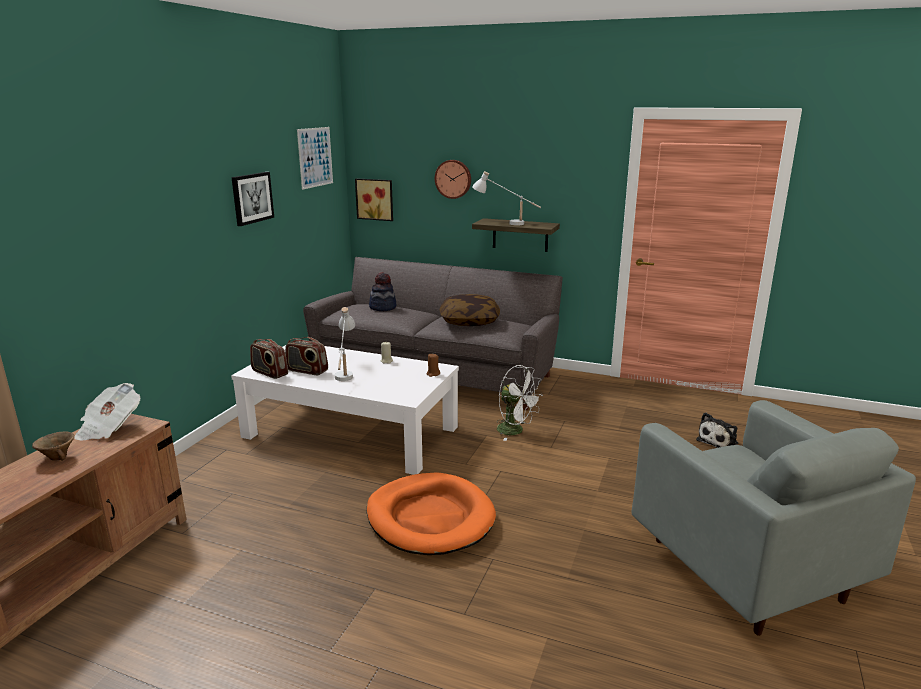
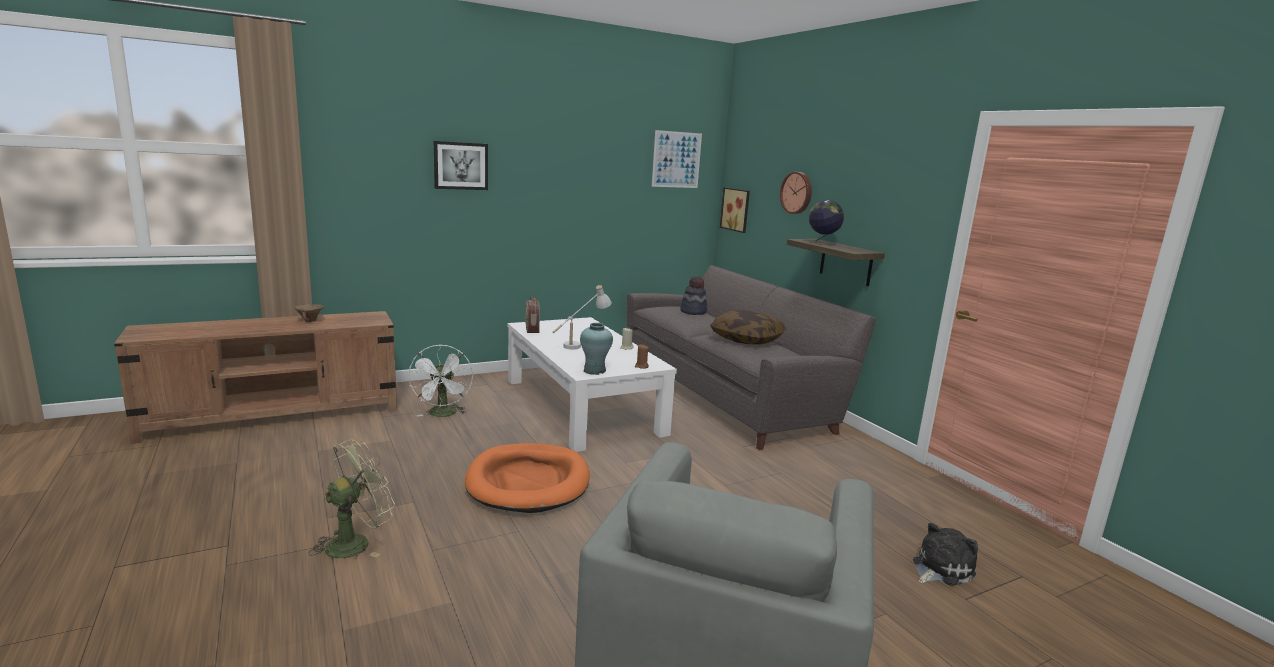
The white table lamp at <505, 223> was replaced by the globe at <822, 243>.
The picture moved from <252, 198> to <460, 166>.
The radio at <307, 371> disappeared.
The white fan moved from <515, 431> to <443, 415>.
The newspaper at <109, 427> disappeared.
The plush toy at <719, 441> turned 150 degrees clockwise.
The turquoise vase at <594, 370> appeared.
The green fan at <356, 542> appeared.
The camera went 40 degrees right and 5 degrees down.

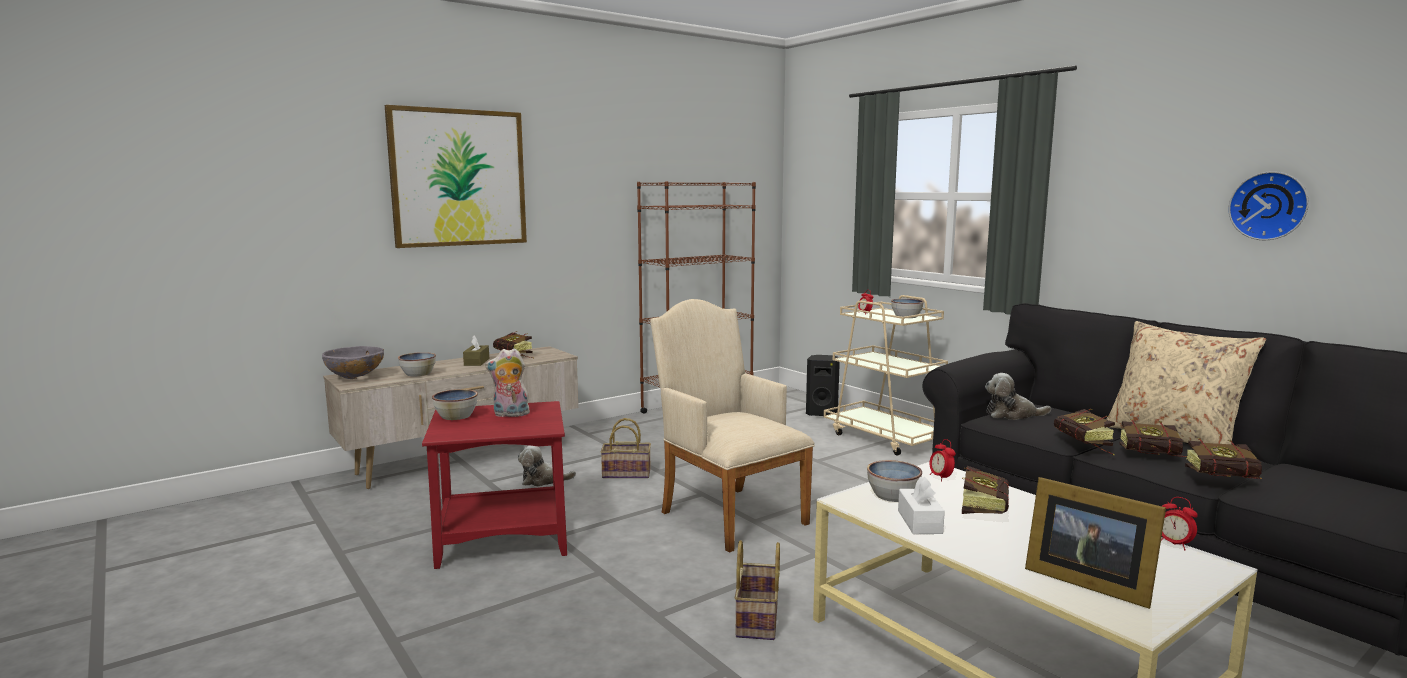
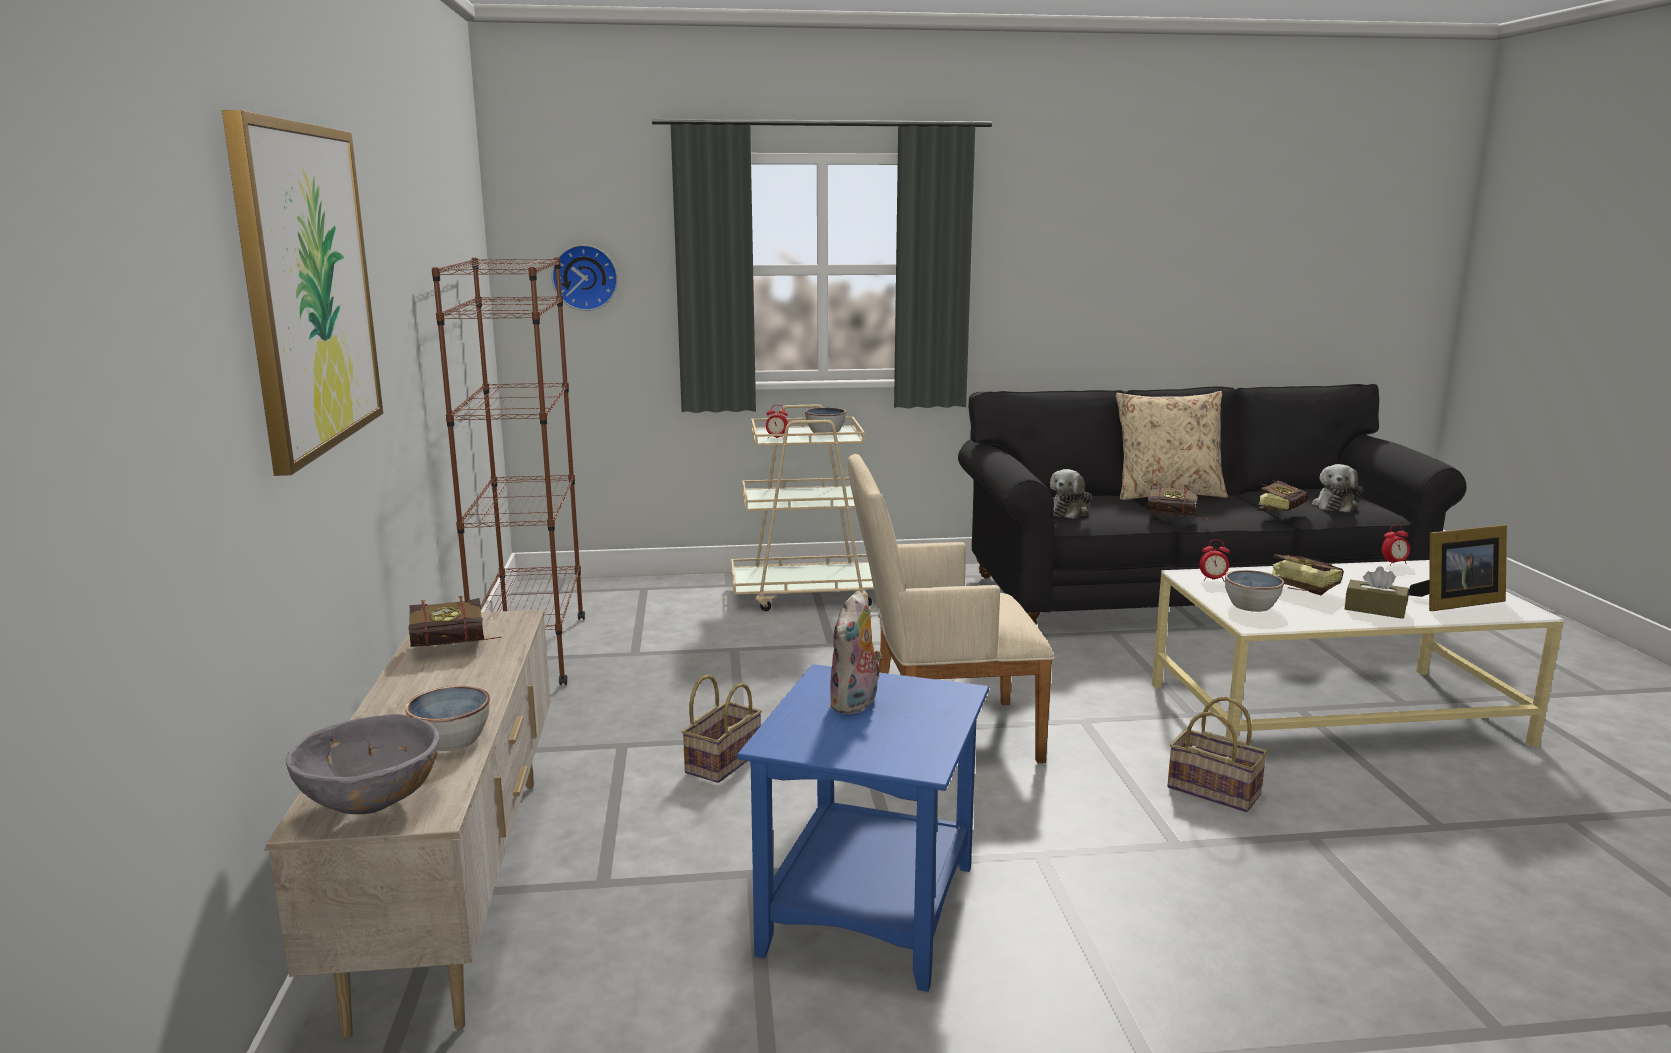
The wall clock moved from <1269, 206> to <585, 277>.
The brown tissue box moved from <476, 362> to <1375, 609>.
The black speaker at <822, 413> disappeared.
The bowl at <456, 416> disappeared.
The red side table at <503, 538> became the blue side table at <866, 908>.
The book at <1155, 457> disappeared.
The plush toy moved from <543, 480> to <1335, 505>.
The white tissue box at <919, 522> disappeared.
The camera went 60 degrees left and 5 degrees up.

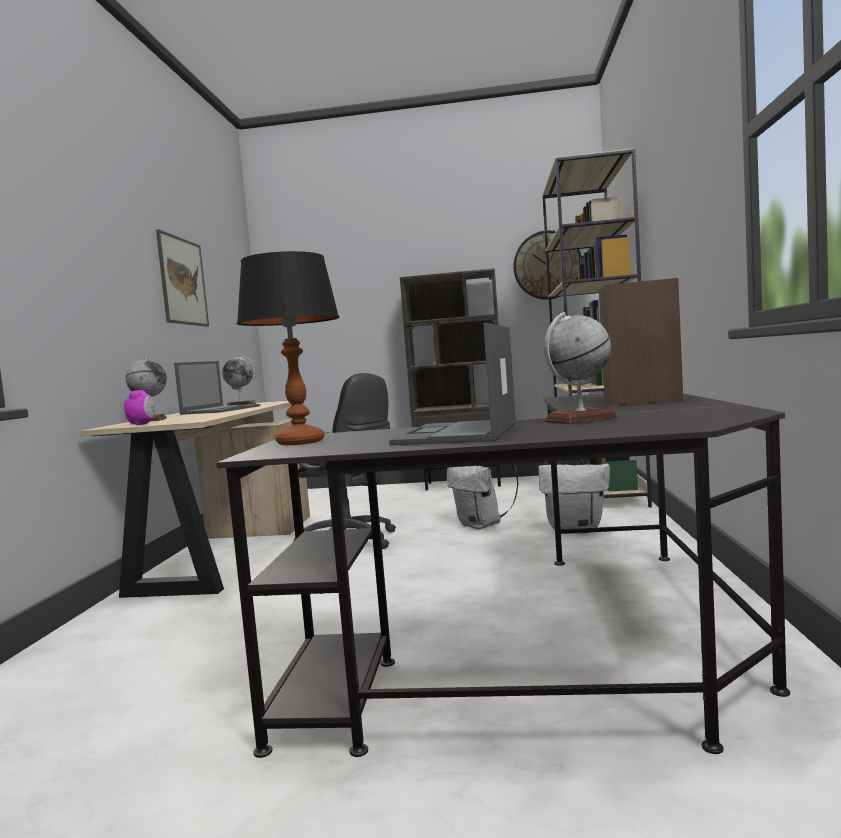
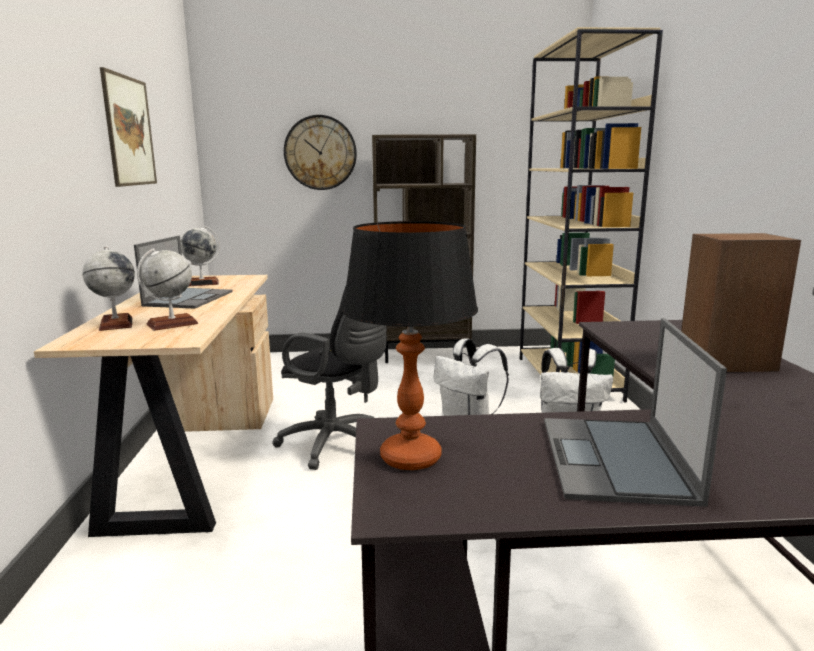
The wall clock moved from <547, 265> to <320, 153>.
The globe moved from <580, 419> to <172, 324>.
The alarm clock at <142, 424> disappeared.
The camera went 10 degrees left and 10 degrees up.

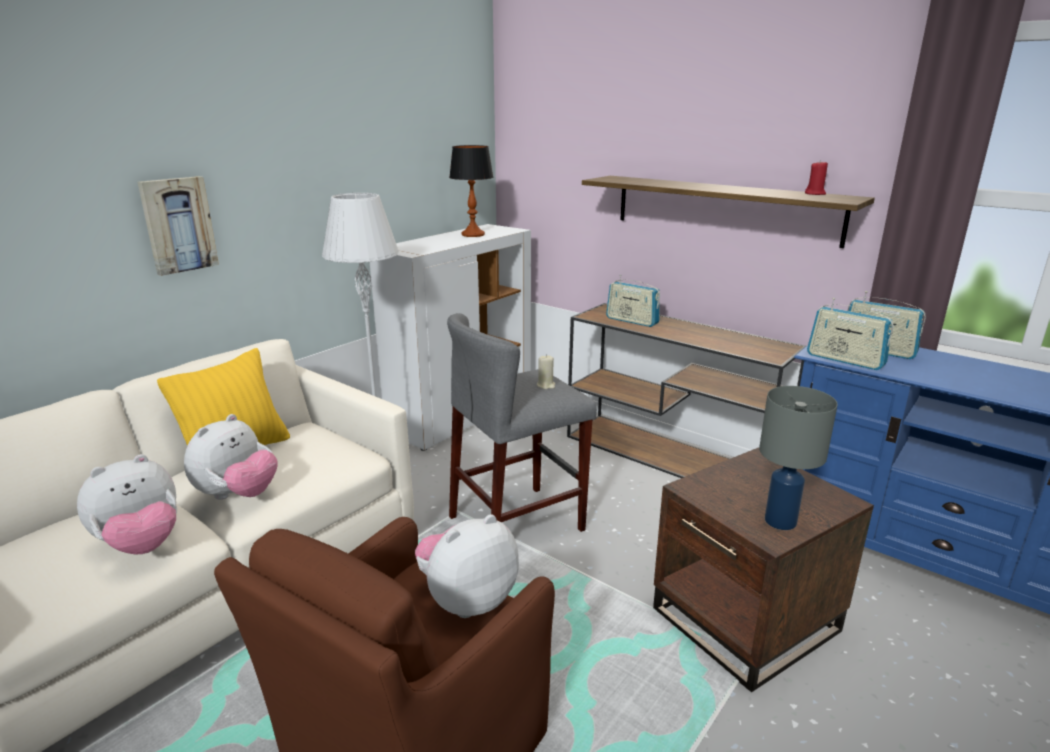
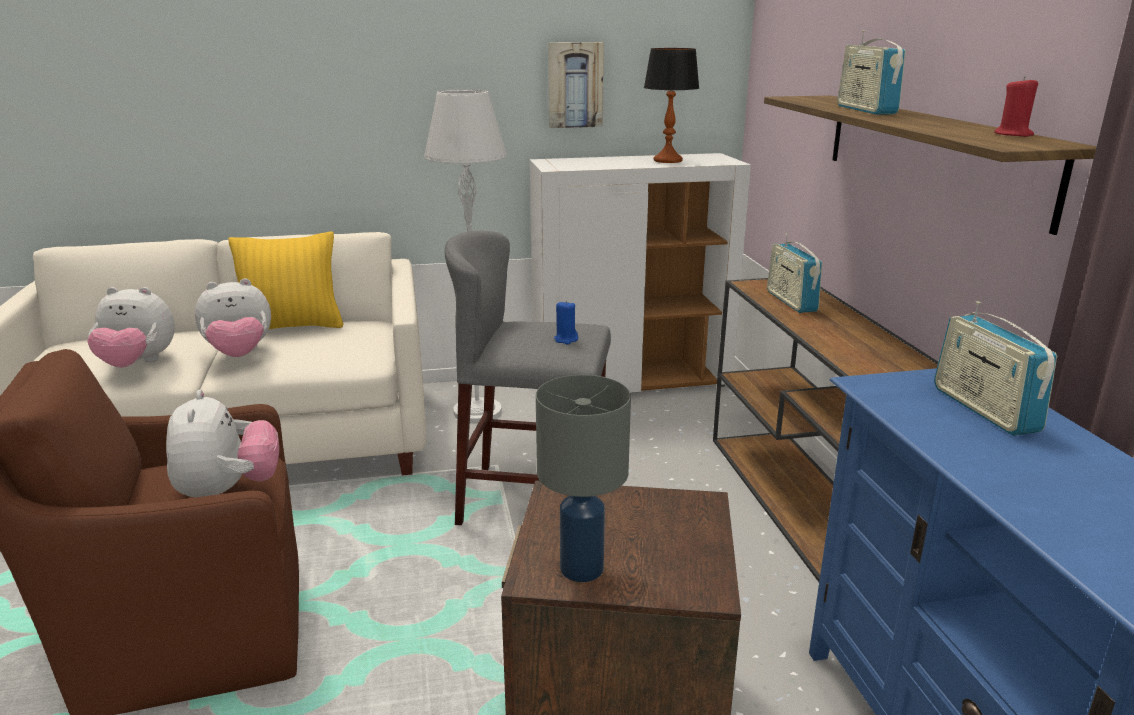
The picture moved from <178, 225> to <575, 85>.
The radio moved from <845, 360> to <866, 110>.
The beige candle at <546, 385> became the blue candle at <566, 339>.
The plush toy at <467, 599> turned 75 degrees clockwise.
The camera went 40 degrees right and 0 degrees up.

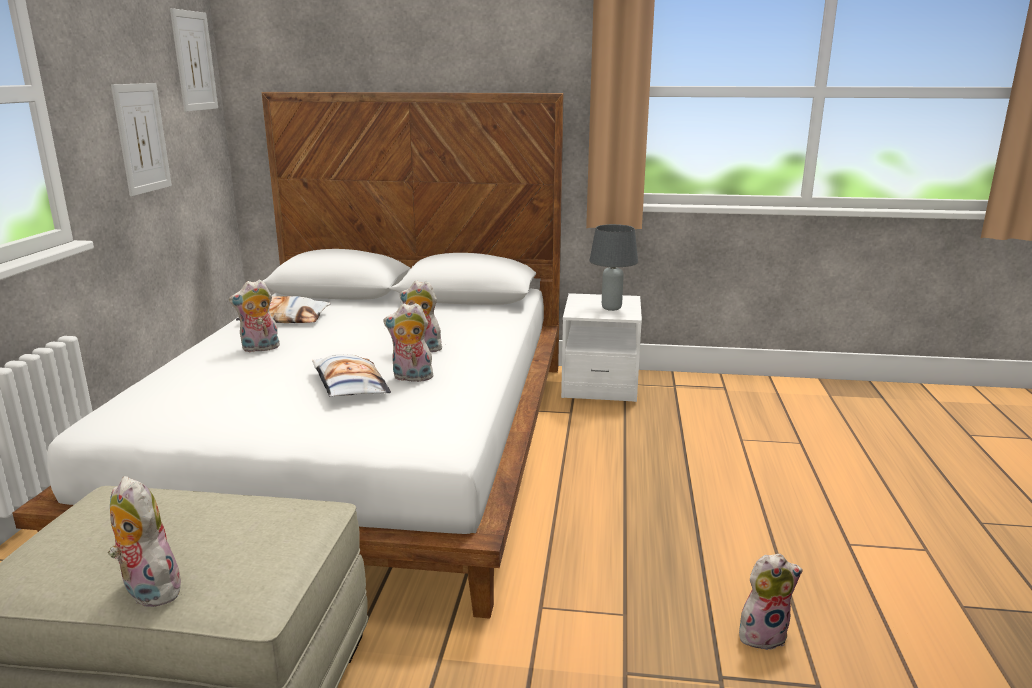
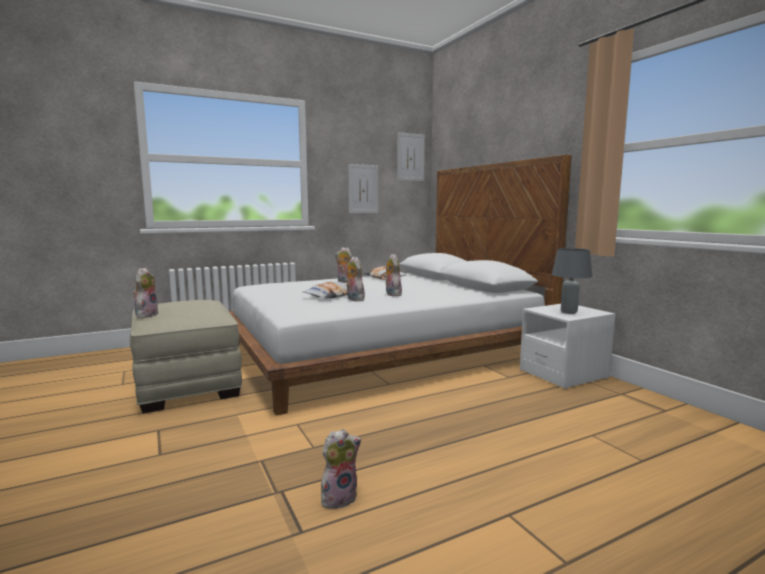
The plush toy at <762, 634> turned 75 degrees counterclockwise.
The camera went 55 degrees right and 10 degrees down.

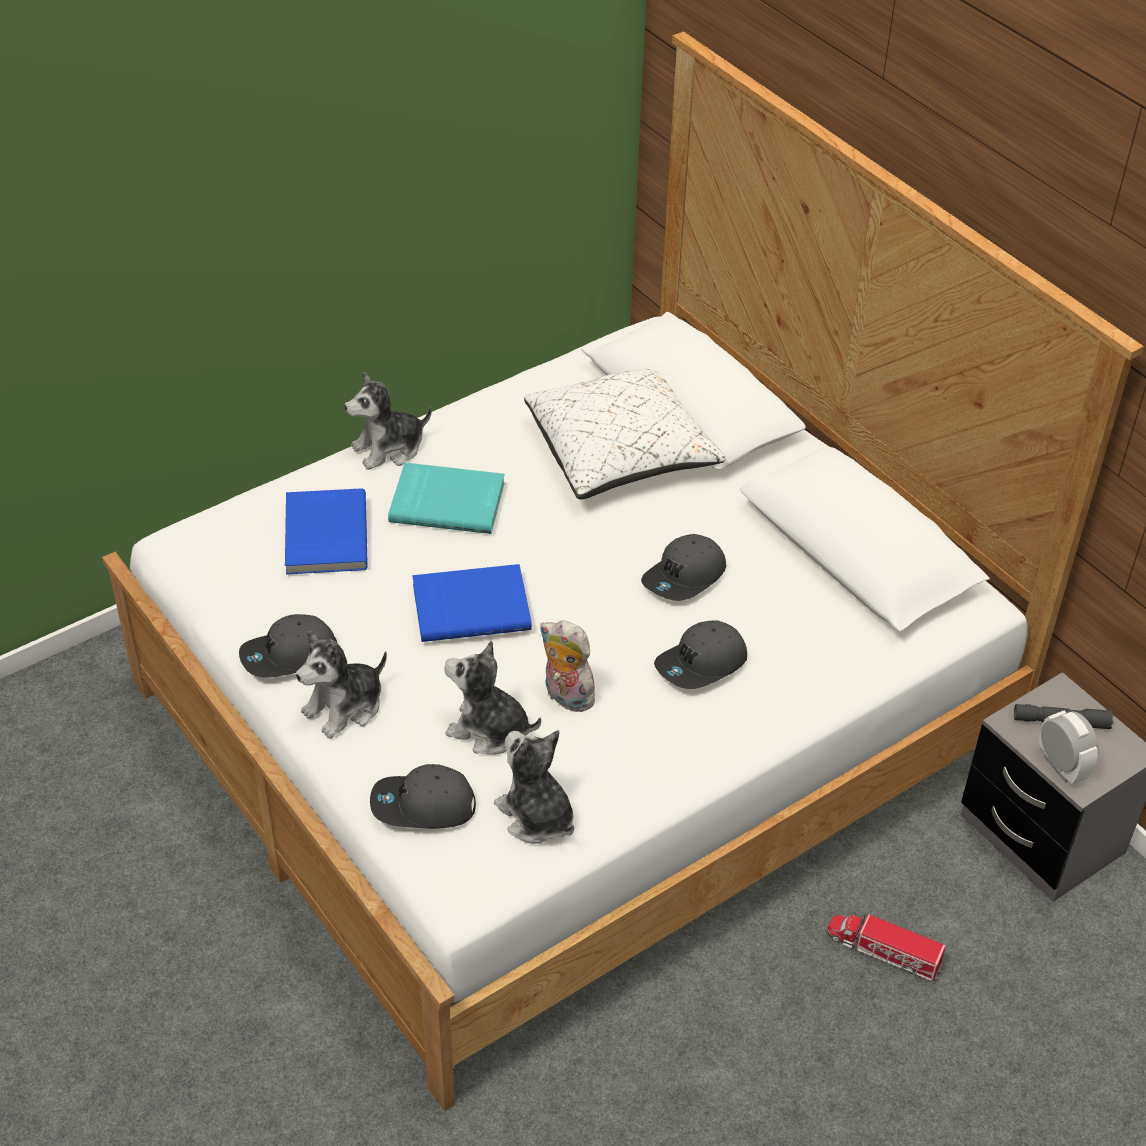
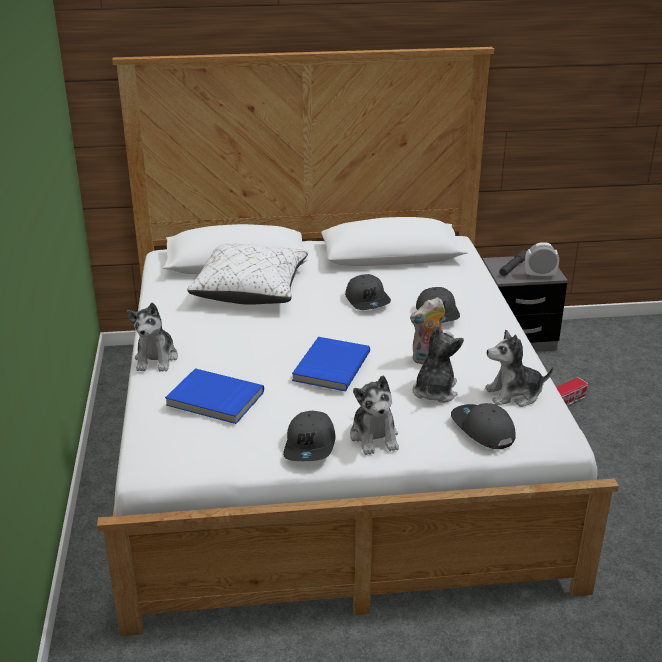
The turquoise book at <447, 501> disappeared.
The plush toy at <489, 730> turned 150 degrees clockwise.
The grey cap at <422, 806> turned 120 degrees clockwise.
The camera went 60 degrees left and 15 degrees down.

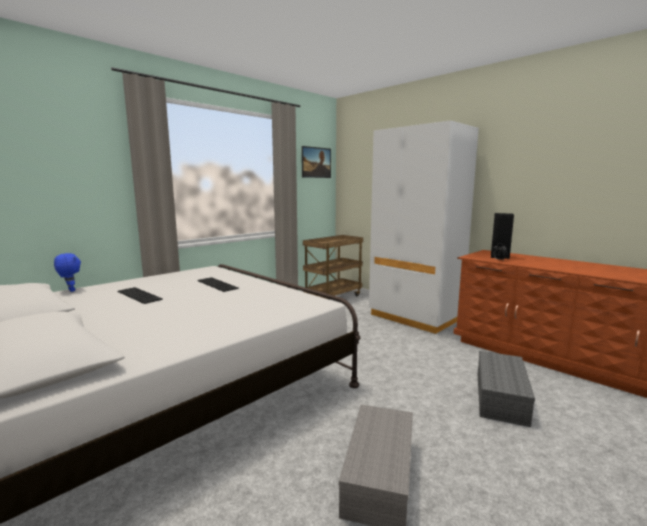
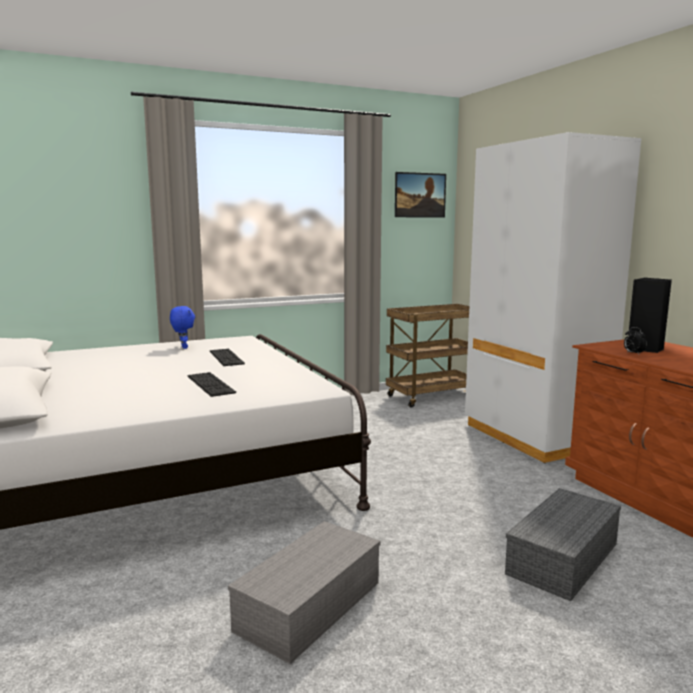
The blue plush toy moved from <70, 290> to <183, 347>.
The keyboard moved from <139, 295> to <210, 384>.
The camera went 20 degrees right and 0 degrees up.

